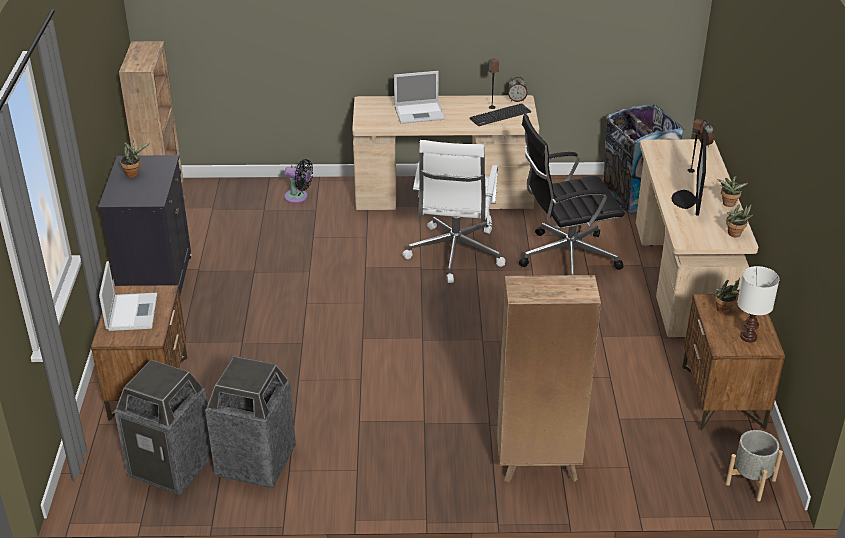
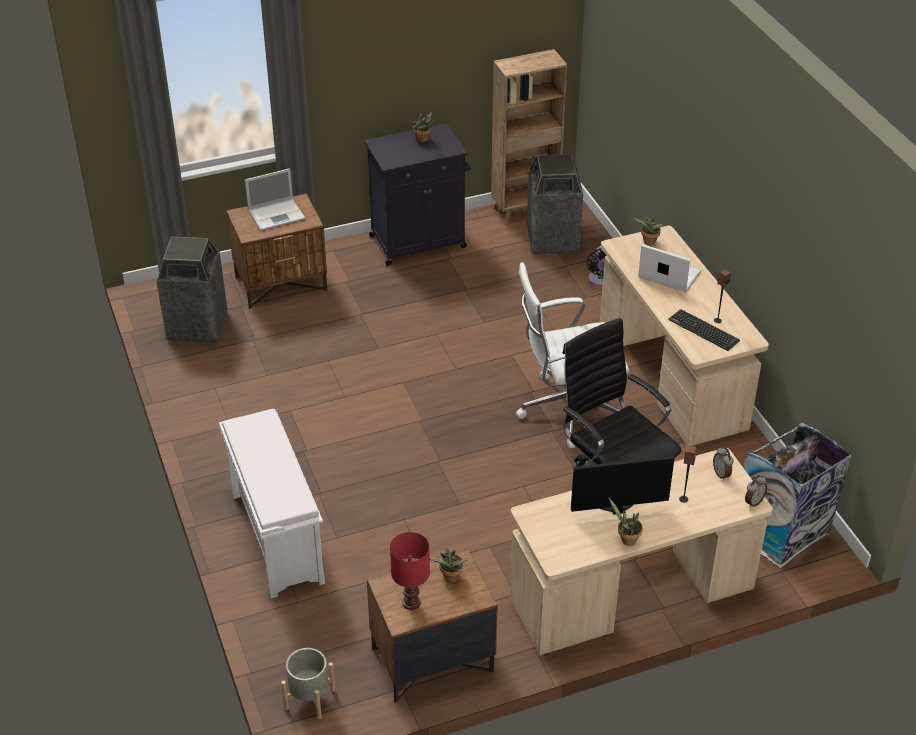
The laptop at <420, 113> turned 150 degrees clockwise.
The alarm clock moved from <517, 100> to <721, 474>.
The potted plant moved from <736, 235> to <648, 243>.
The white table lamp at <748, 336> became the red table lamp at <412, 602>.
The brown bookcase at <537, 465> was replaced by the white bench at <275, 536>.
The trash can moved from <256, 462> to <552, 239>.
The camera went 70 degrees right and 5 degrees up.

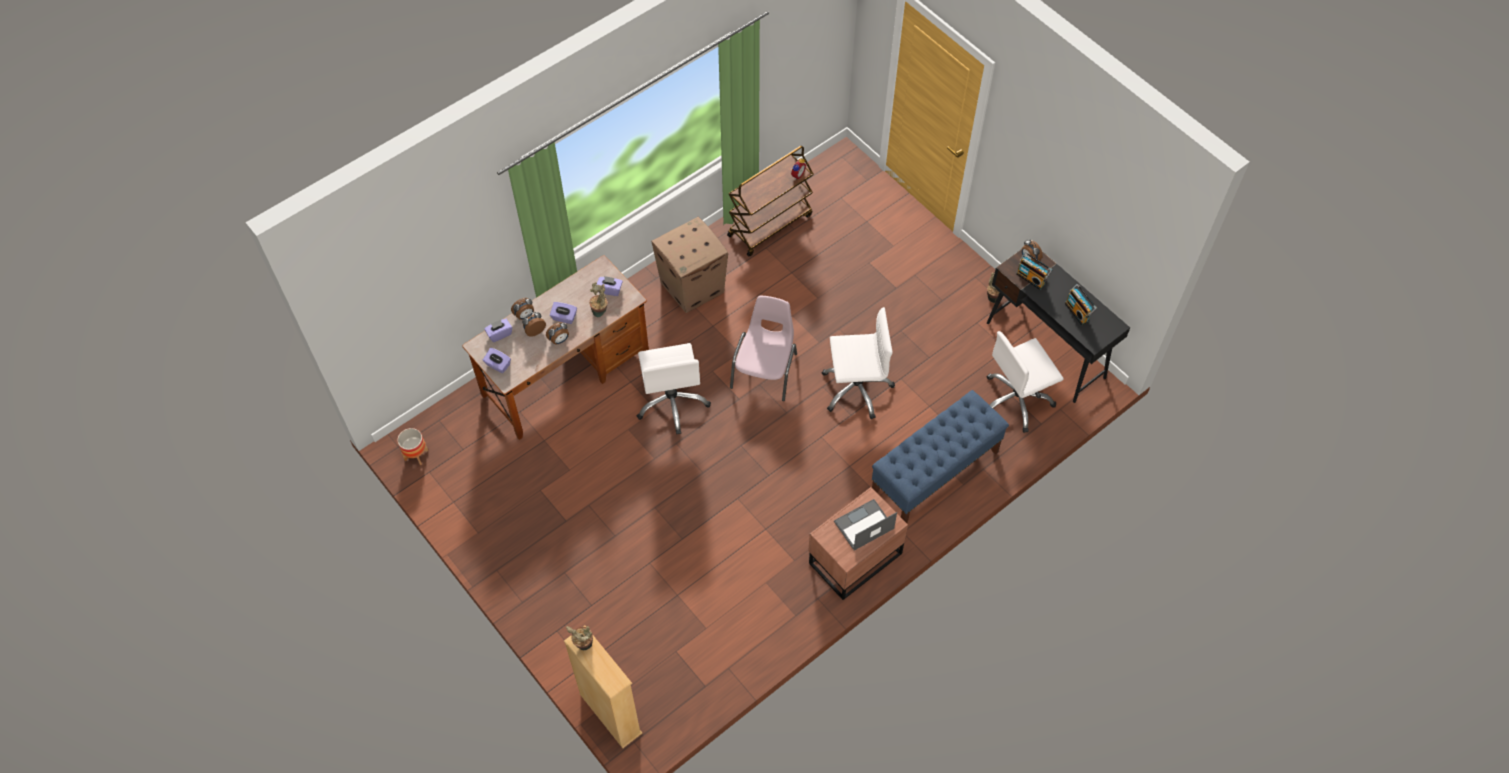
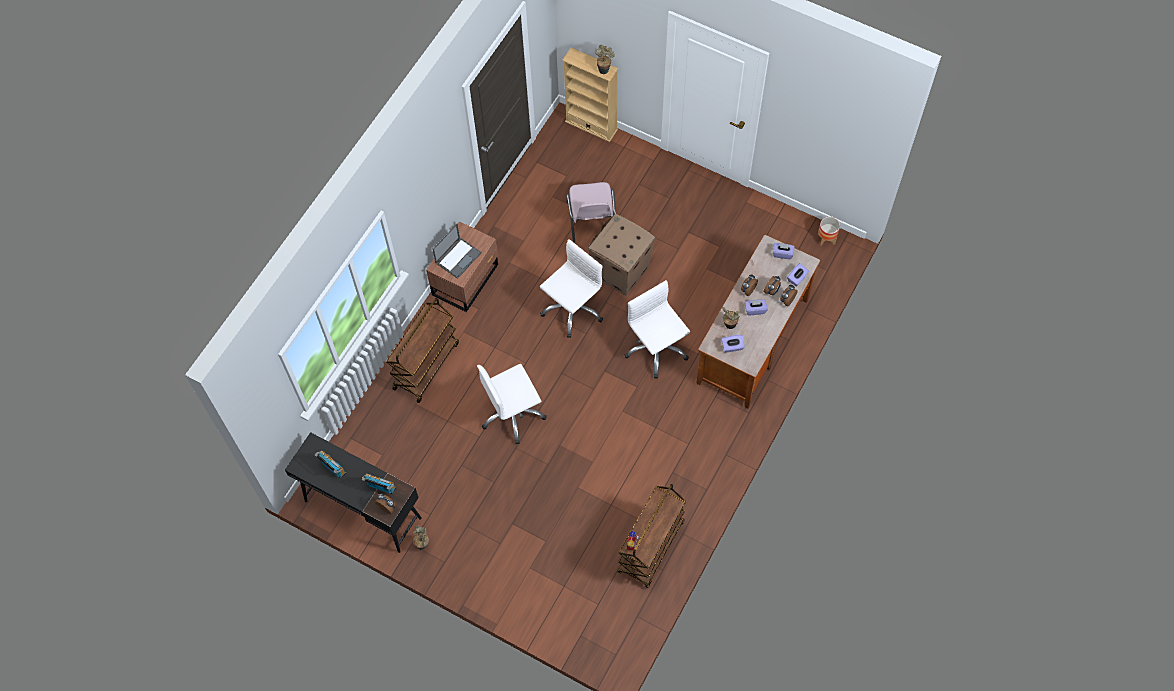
The cardboard box moved from <693, 287> to <620, 272>.
The pink chair moved from <765, 370> to <591, 220>.
The white office chair moved from <1016, 400> to <572, 309>.
The blue bench at <934, 473> was replaced by the brown cart at <426, 365>.
The camera went 160 degrees right and 5 degrees up.

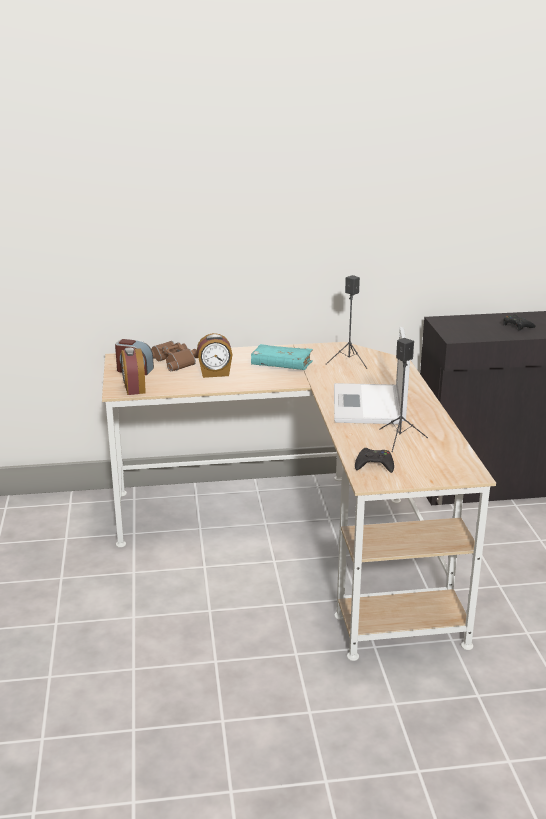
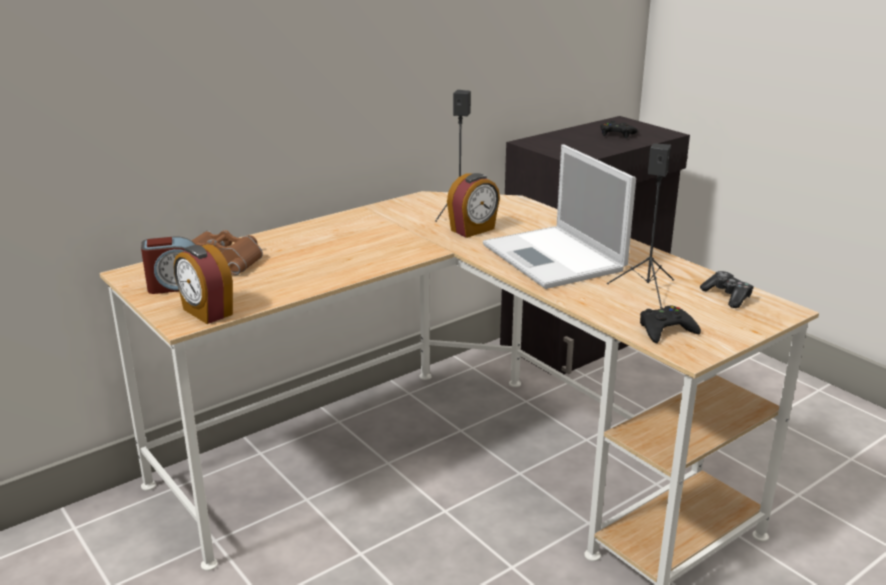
The alarm clock moved from <215, 373> to <473, 230>.
The turquoise book at <281, 365> disappeared.
The game controller at <727, 296> appeared.
The camera went 30 degrees left and 0 degrees up.

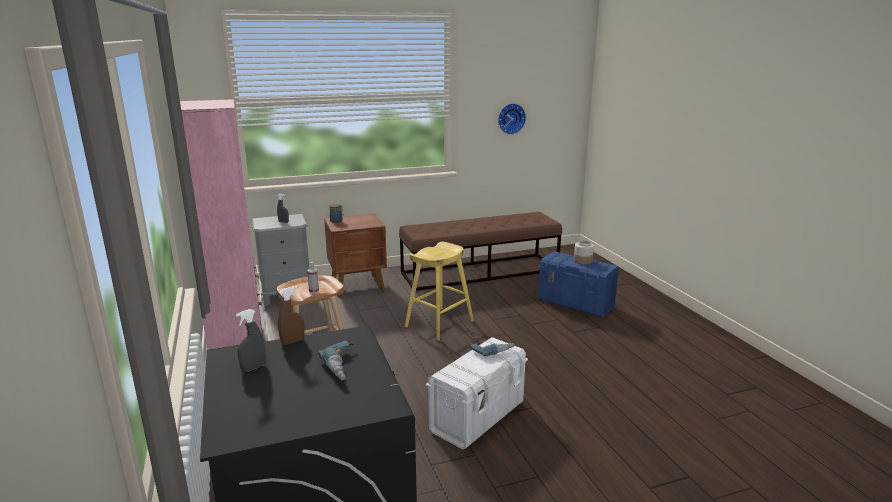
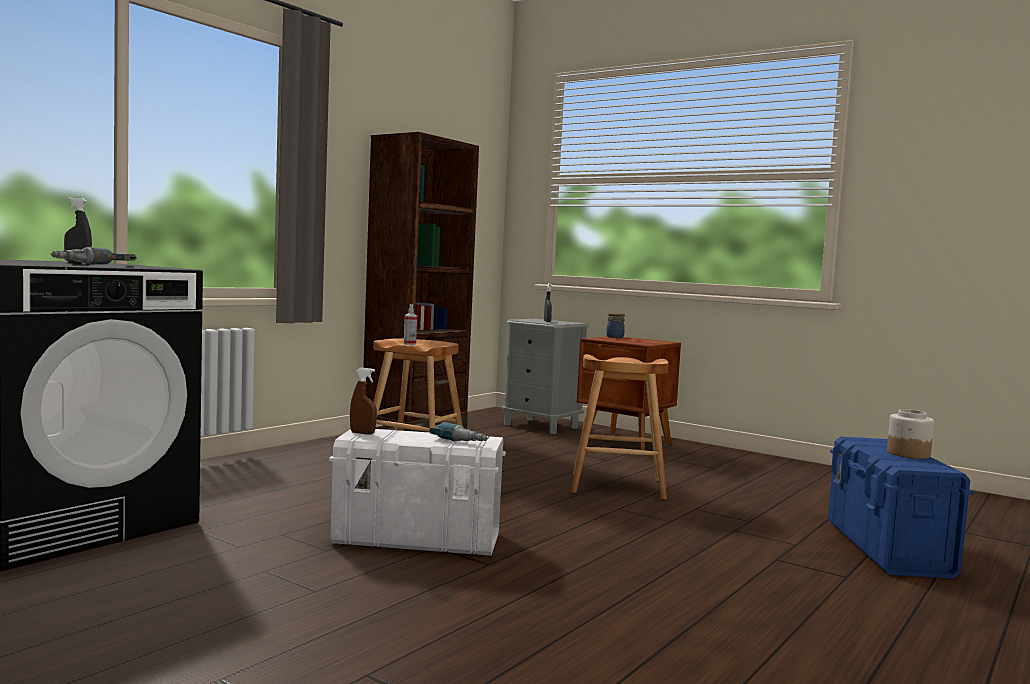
The pink bookcase at <237, 341> became the brown bookcase at <415, 431>.
The wall clock at <511, 118> disappeared.
The brown bench at <480, 272> disappeared.
The yellow stool at <439, 323> became the brown stool at <618, 486>.
The brown spray bottle moved from <293, 341> to <362, 433>.
The camera went 55 degrees right and 15 degrees down.

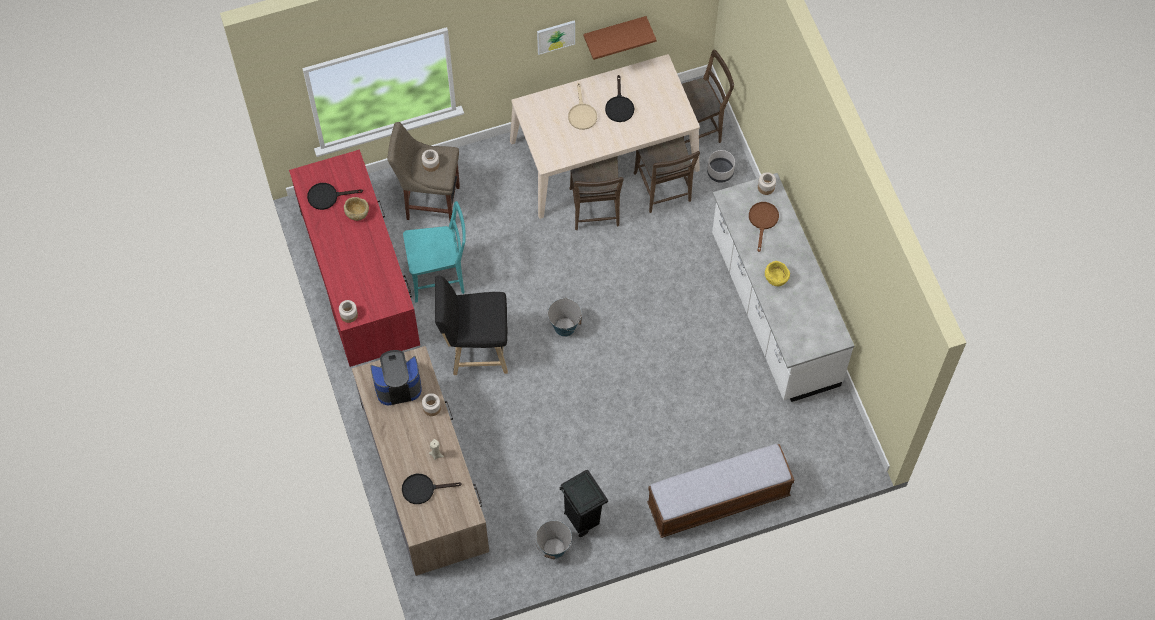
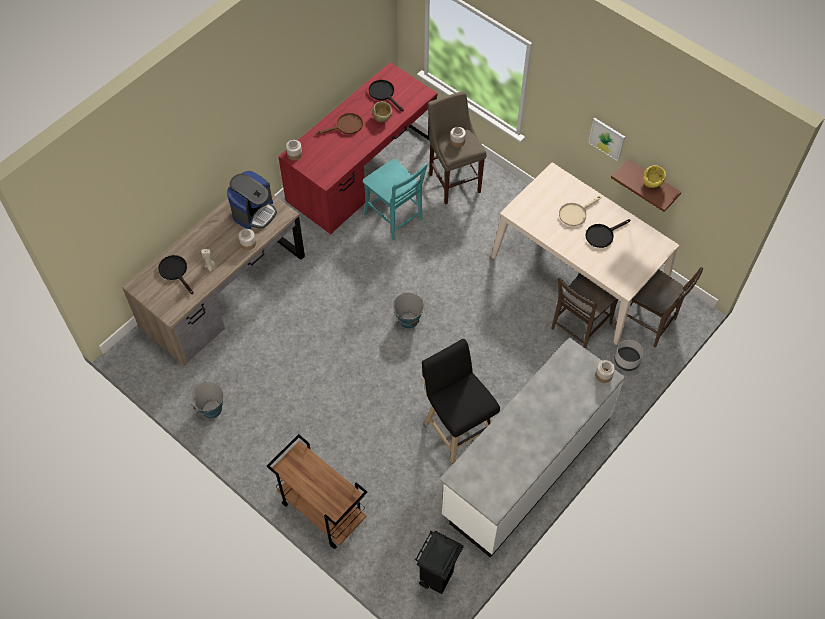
The brown chair at <594, 210> disappeared.
The brown frying pan moved from <763, 221> to <346, 126>.
The yellow bowl moved from <776, 278> to <652, 183>.
The black stool moved from <475, 350> to <457, 427>.
The coffee machine at <397, 385> turned 75 degrees clockwise.
The bench at <718, 500> was replaced by the brown cart at <321, 510>.
The black trash can moved from <582, 519> to <437, 577>.
The camera went 60 degrees right and 5 degrees down.

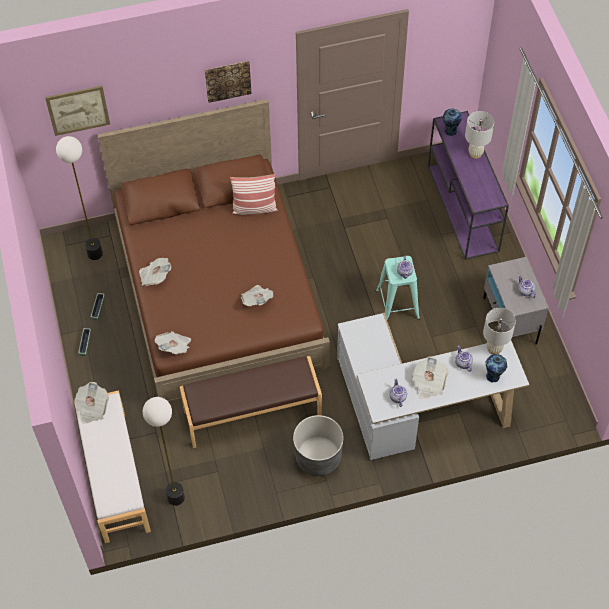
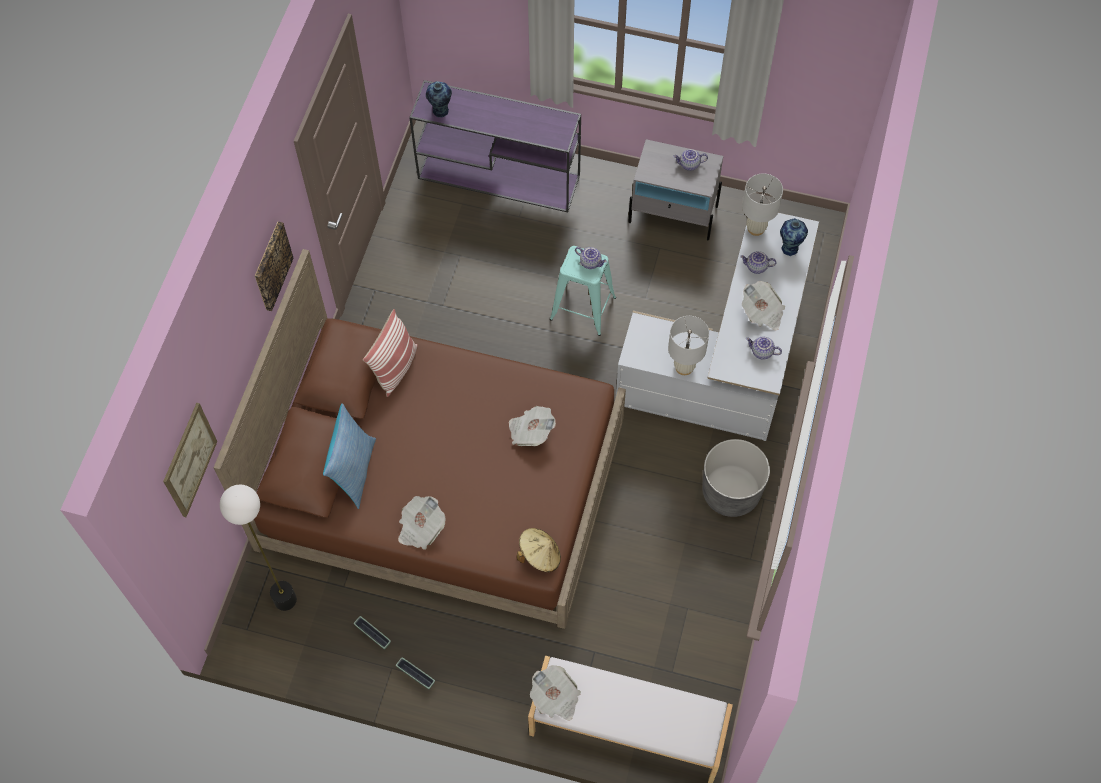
The white table lamp moved from <475, 153> to <684, 367>.
The newspaper at <175, 347> was replaced by the beige hat at <539, 555>.
The brown bench at <252, 412> disappeared.
The floor lamp at <176, 498> disappeared.
The pillow at <353, 471> appeared.
The camera went 60 degrees left and 5 degrees up.

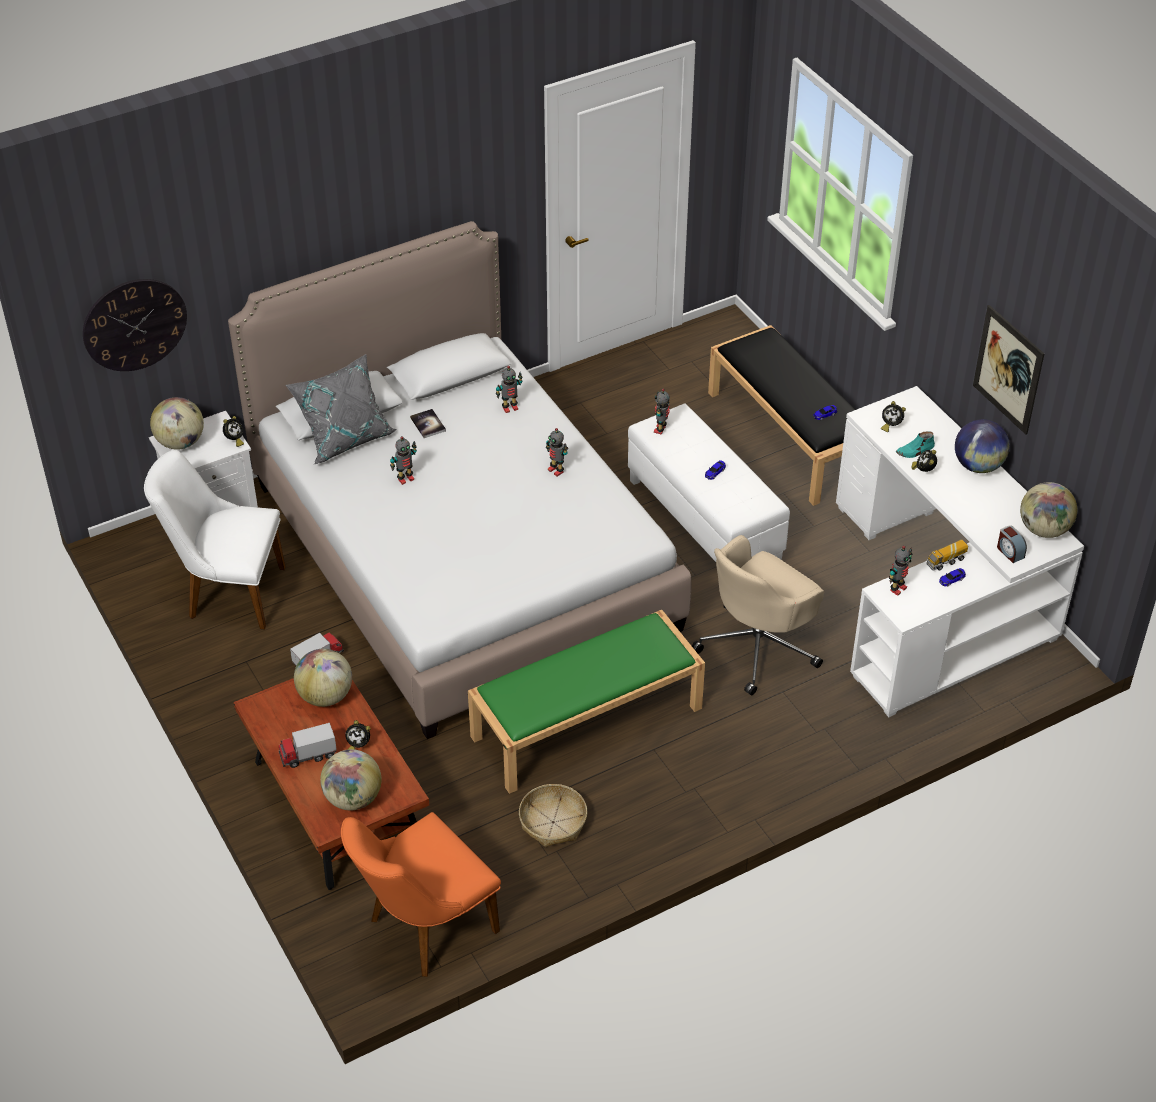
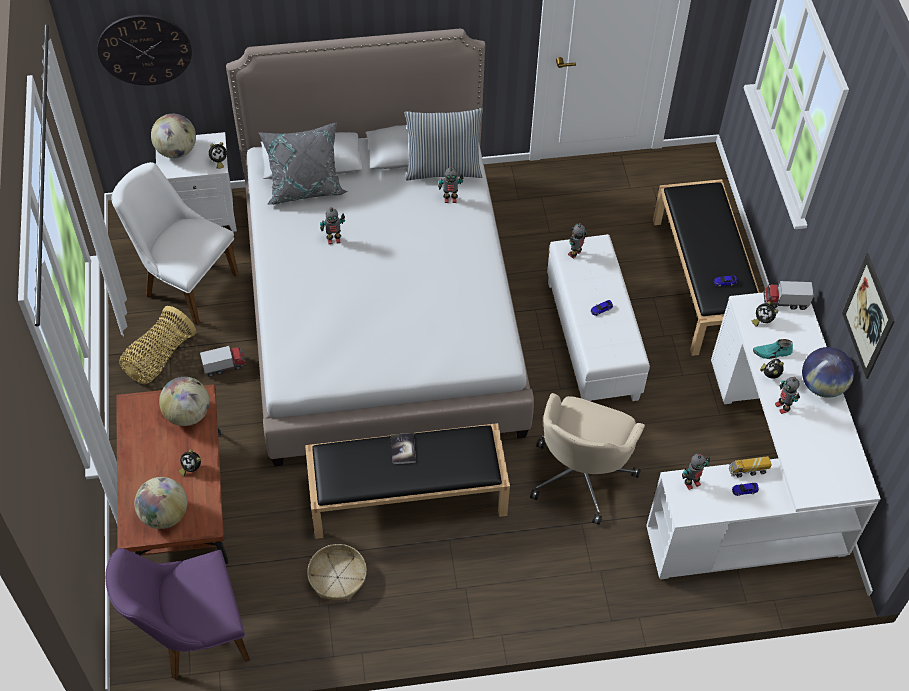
The book moved from <428, 424> to <403, 449>.
The toy robot moved from <556, 470> to <783, 407>.
The globe at <1043, 529> disappeared.
The alarm clock at <1009, 552> disappeared.
The beige office chair at <759, 646> turned 45 degrees counterclockwise.
The green bench at <587, 721> became the black bench at <408, 494>.
The toy truck moved from <308, 755> to <785, 302>.
The orange chair at <423, 929> became the purple chair at <192, 636>.
The pillow at <443, 169> appeared.
The basket at <159, 358> appeared.
The camera went 20 degrees right and 10 degrees up.

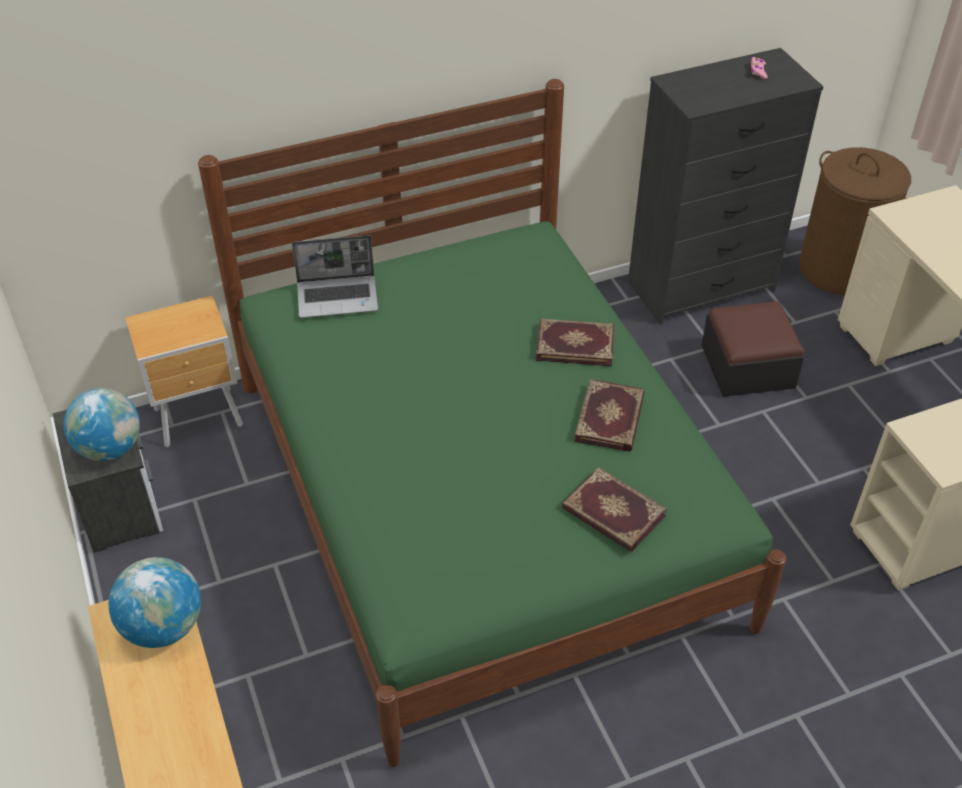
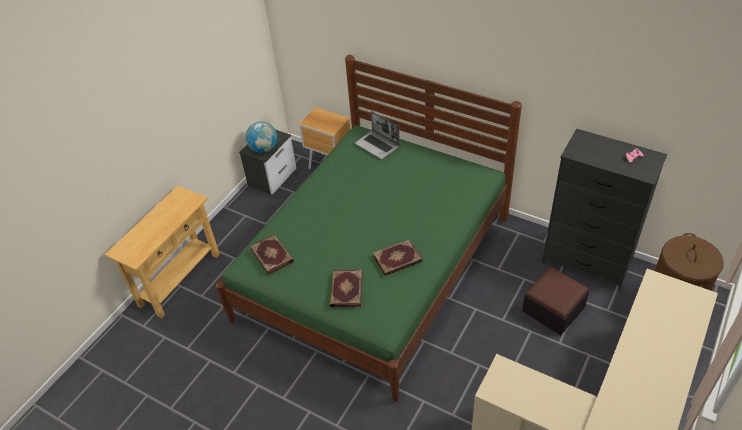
The book moved from <575, 343> to <272, 255>.
The globe at <163, 626> disappeared.
The camera went 55 degrees right and 0 degrees up.

